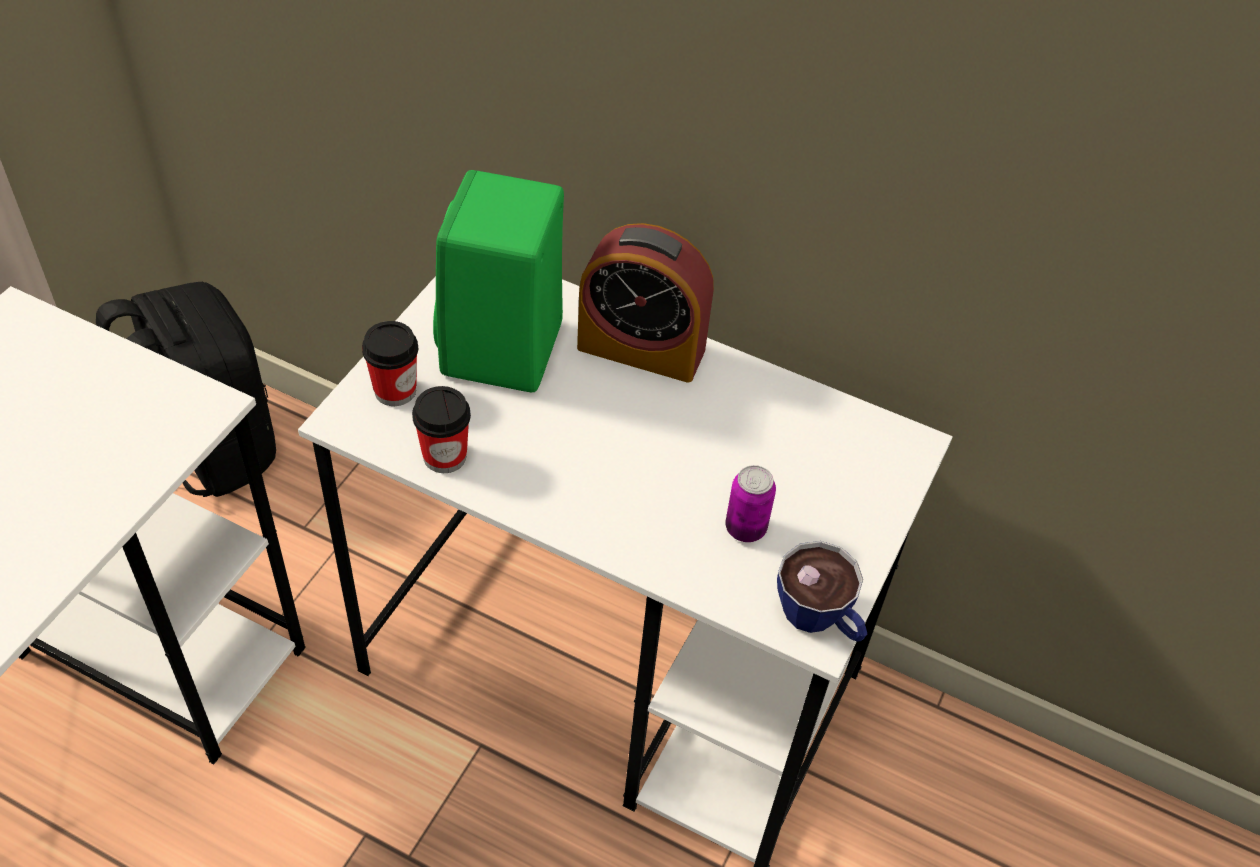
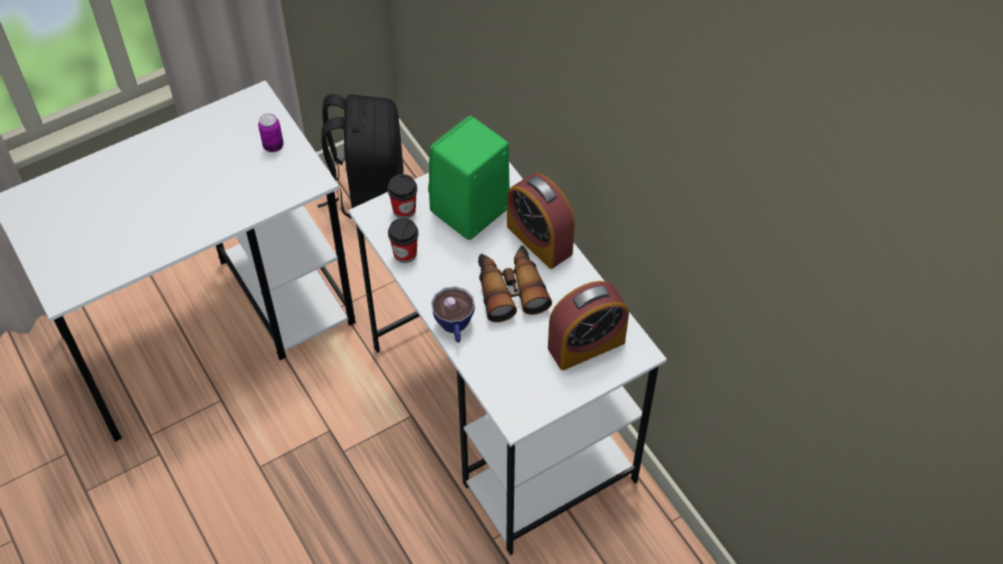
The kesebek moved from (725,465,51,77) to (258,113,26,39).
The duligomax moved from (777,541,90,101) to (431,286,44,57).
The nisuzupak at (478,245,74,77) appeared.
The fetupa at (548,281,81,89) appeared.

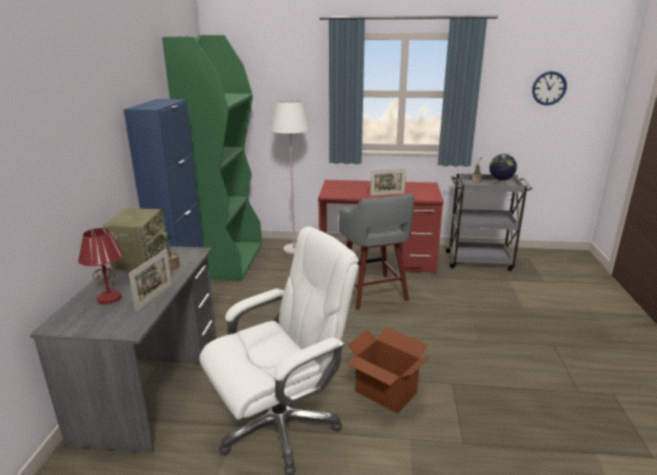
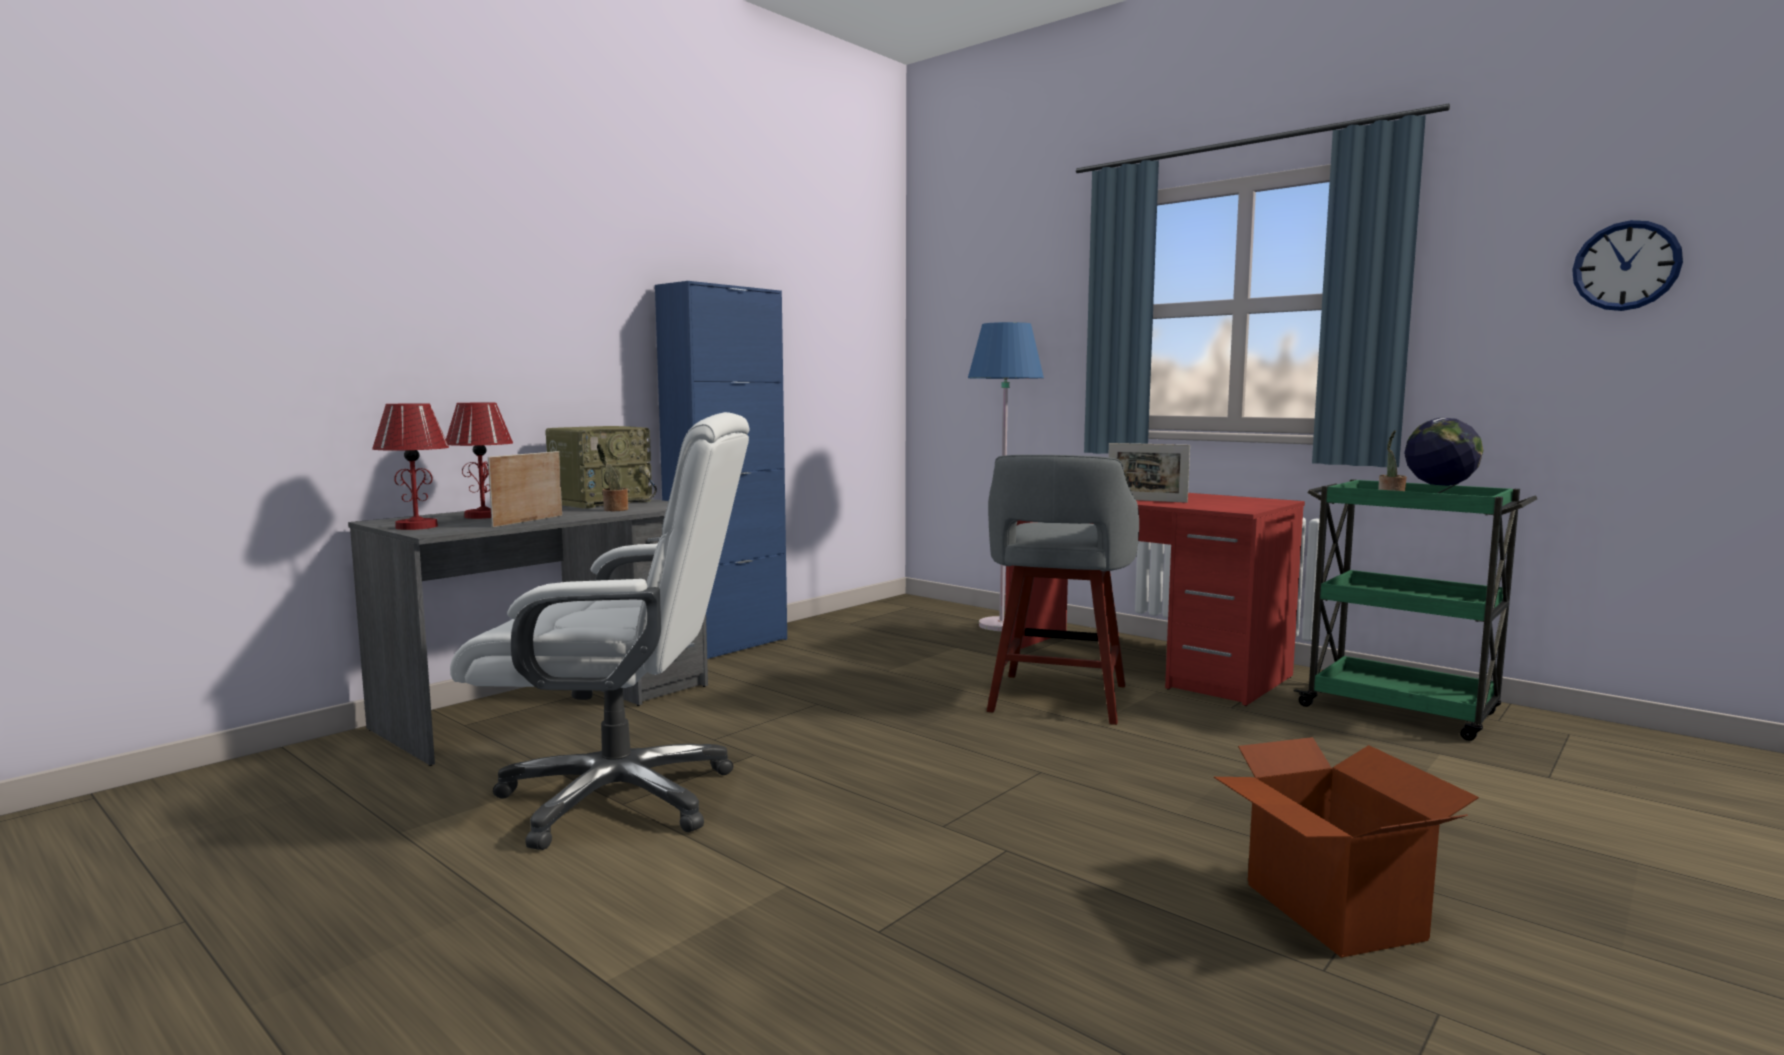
The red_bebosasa at (372,404,77,126) appeared.
The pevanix at (129,249,43,63) turned 150 degrees clockwise.
The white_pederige at (271,100,39,154) became the blue_pederige at (968,322,76,309).
The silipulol moved from (345,327,86,87) to (1214,737,265,221).
The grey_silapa at (444,173,89,98) became the green_silapa at (1293,479,244,262).
The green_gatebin at (162,35,100,246) disappeared.

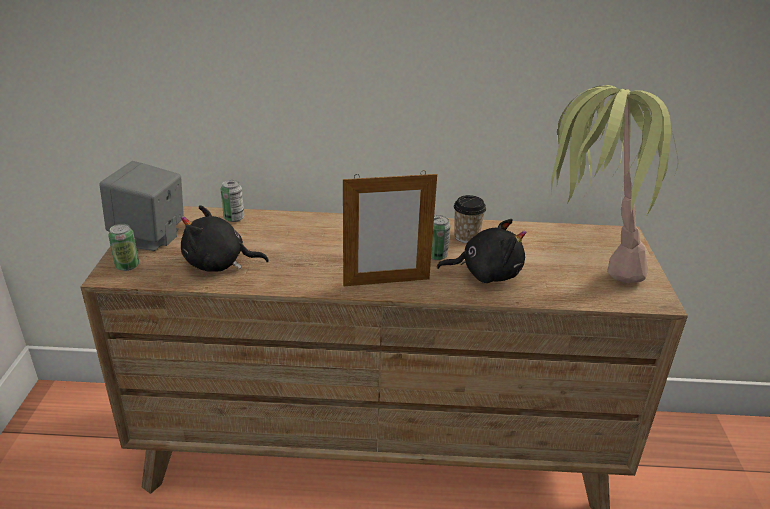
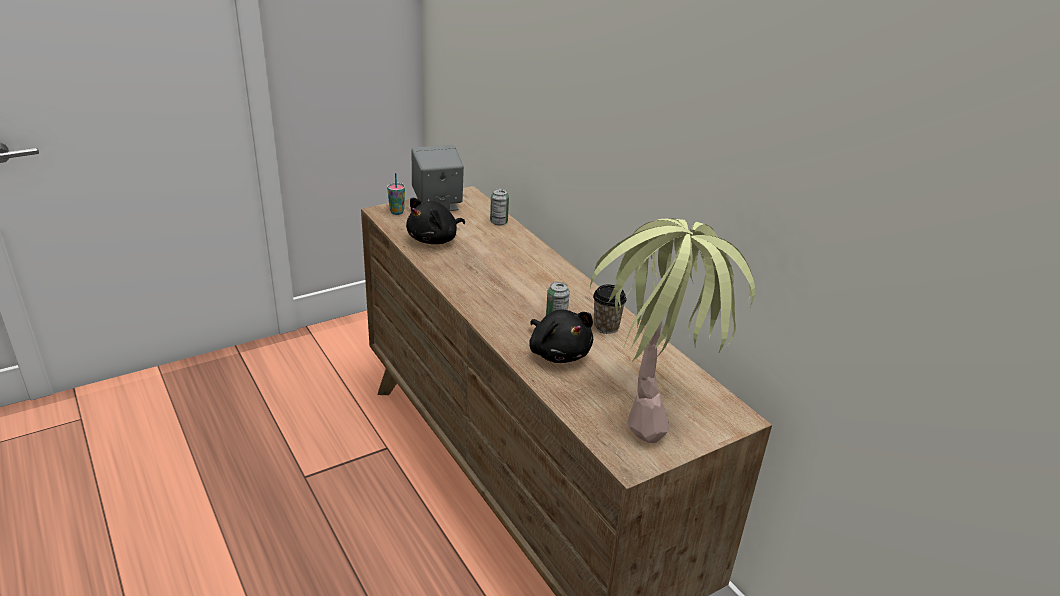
The kesebek at (108,224,31,47) was replaced by the duligomax at (387,173,18,42).
The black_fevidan at (181,205,88,67) turned 105 degrees counterclockwise.
The pevanix at (343,170,94,116) disappeared.

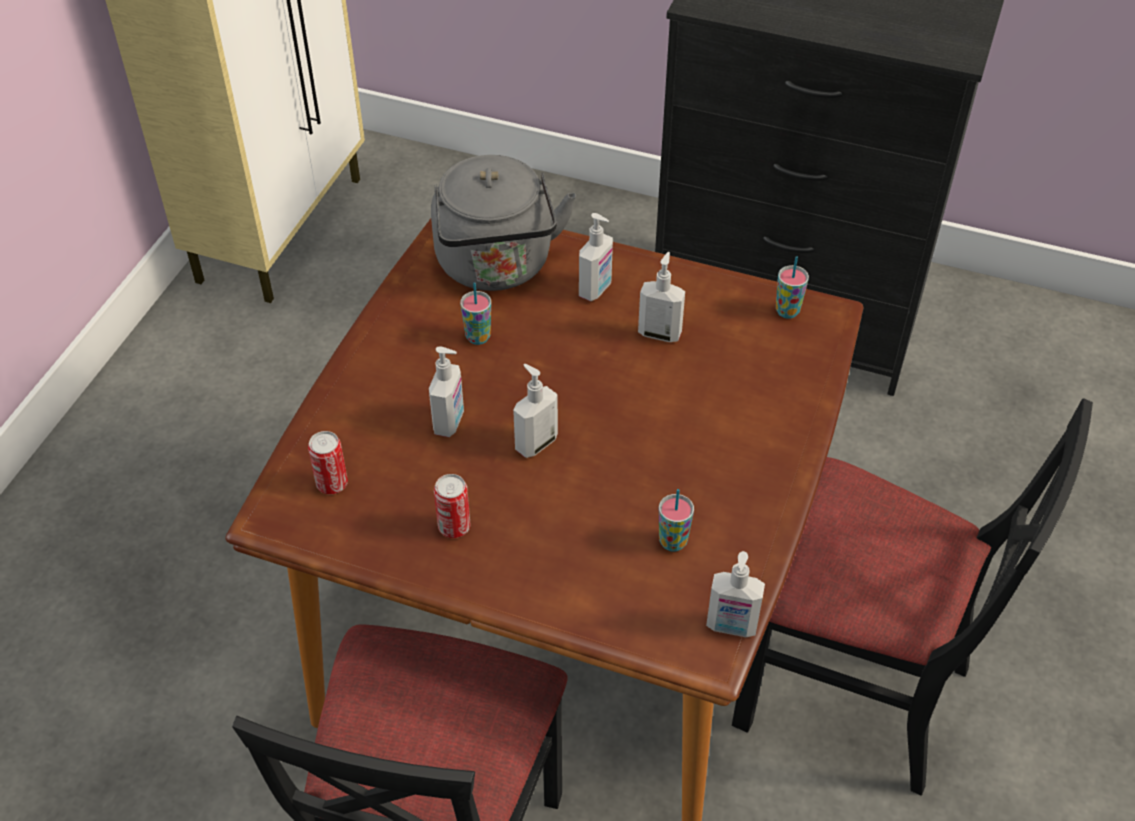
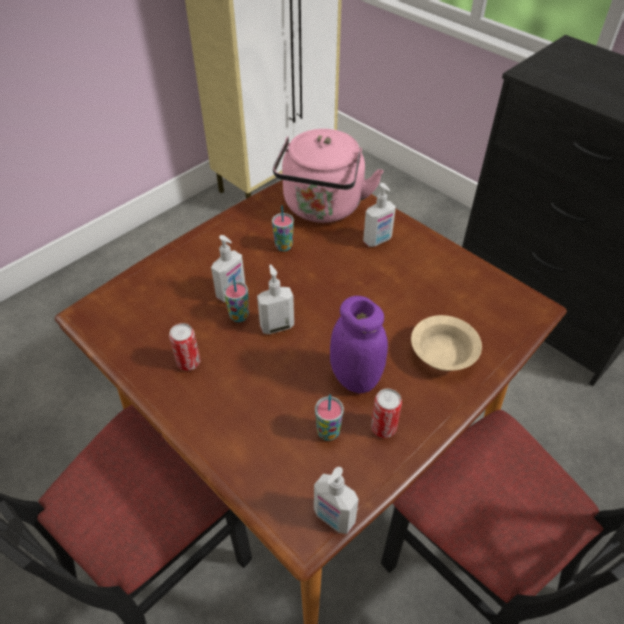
The duligomax moved from (776,256,33,63) to (223,275,26,47).
The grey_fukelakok at (431,155,145,136) became the pink_fukelakok at (273,129,111,94).
The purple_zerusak at (330,296,58,97) appeared.
The kesebek moved from (308,431,40,63) to (371,388,31,50).
The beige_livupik at (411,315,71,56) appeared.
The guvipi at (638,252,47,90) disappeared.

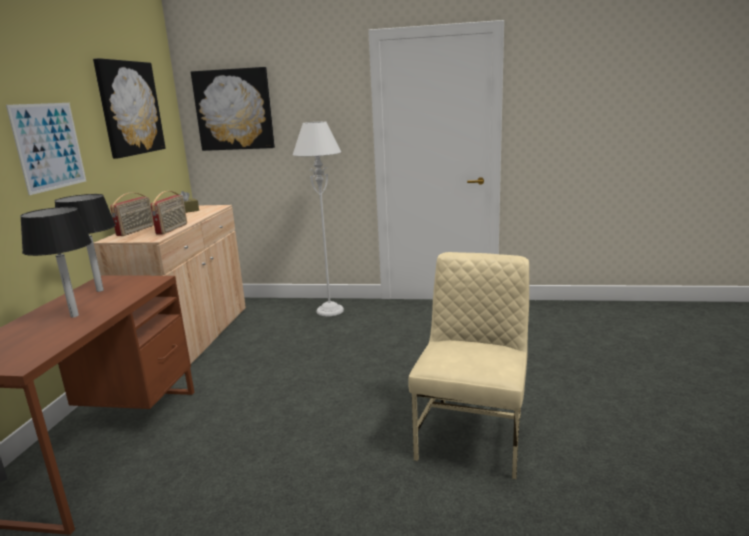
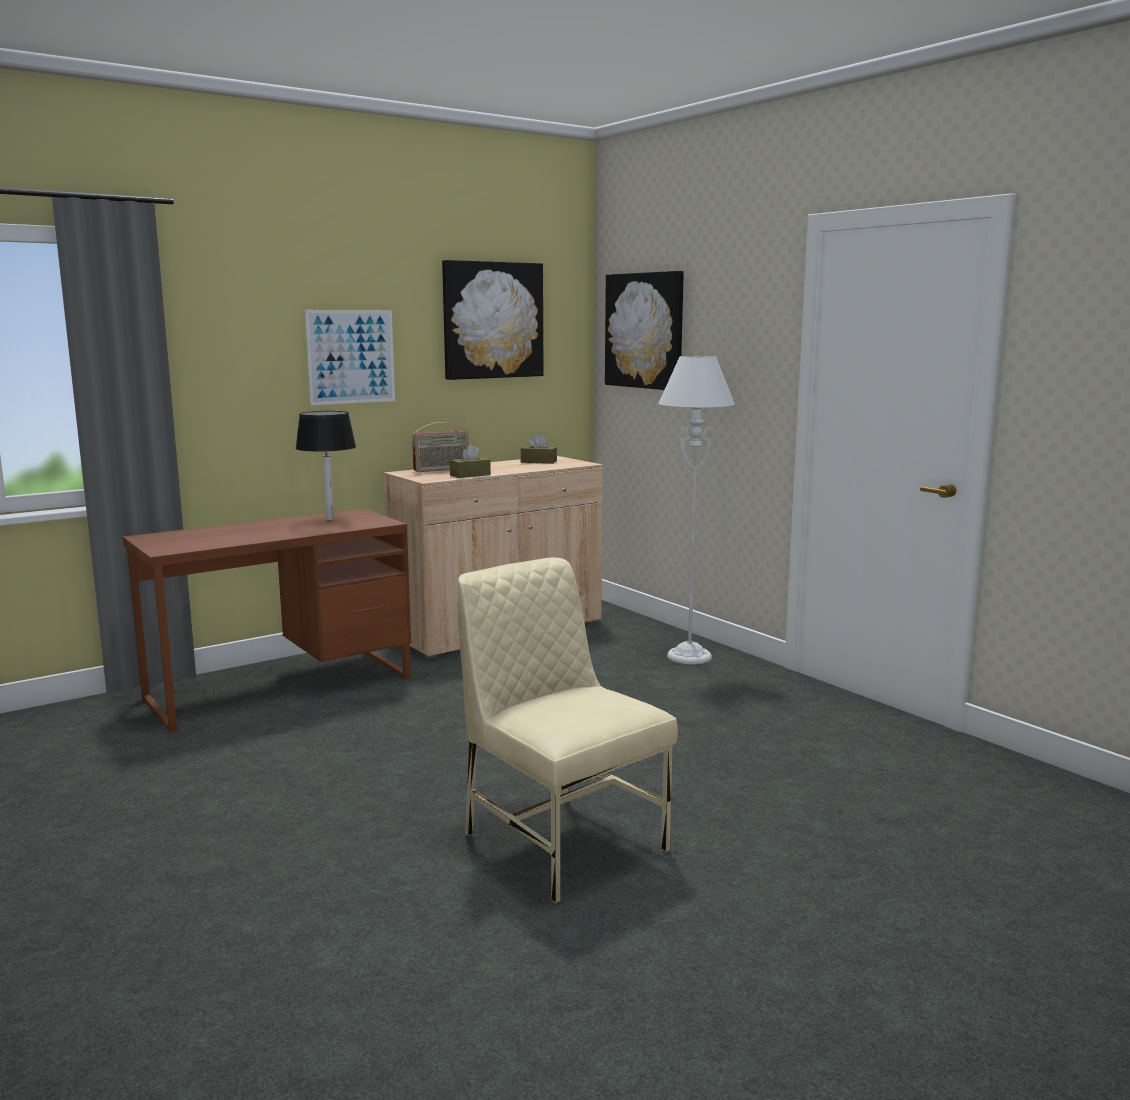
The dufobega at (150,191,37,44) was replaced by the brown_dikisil at (450,444,41,34).
The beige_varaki at (408,252,121,227) turned 105 degrees counterclockwise.
The black_bebosasa at (20,207,72,111) disappeared.

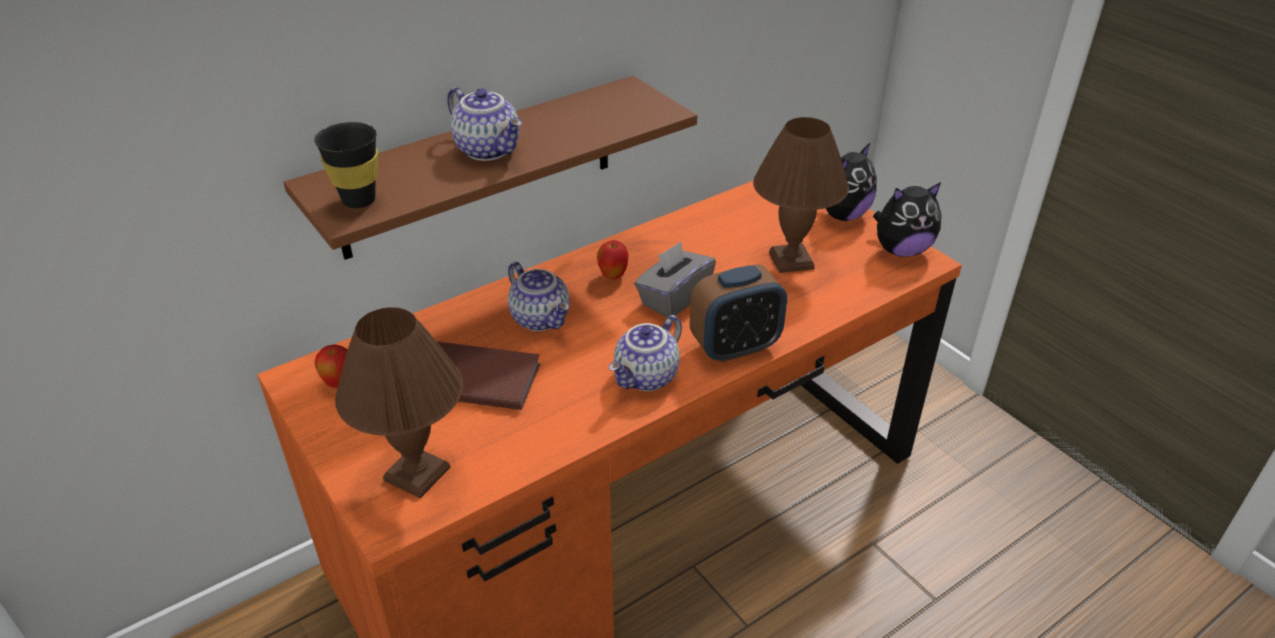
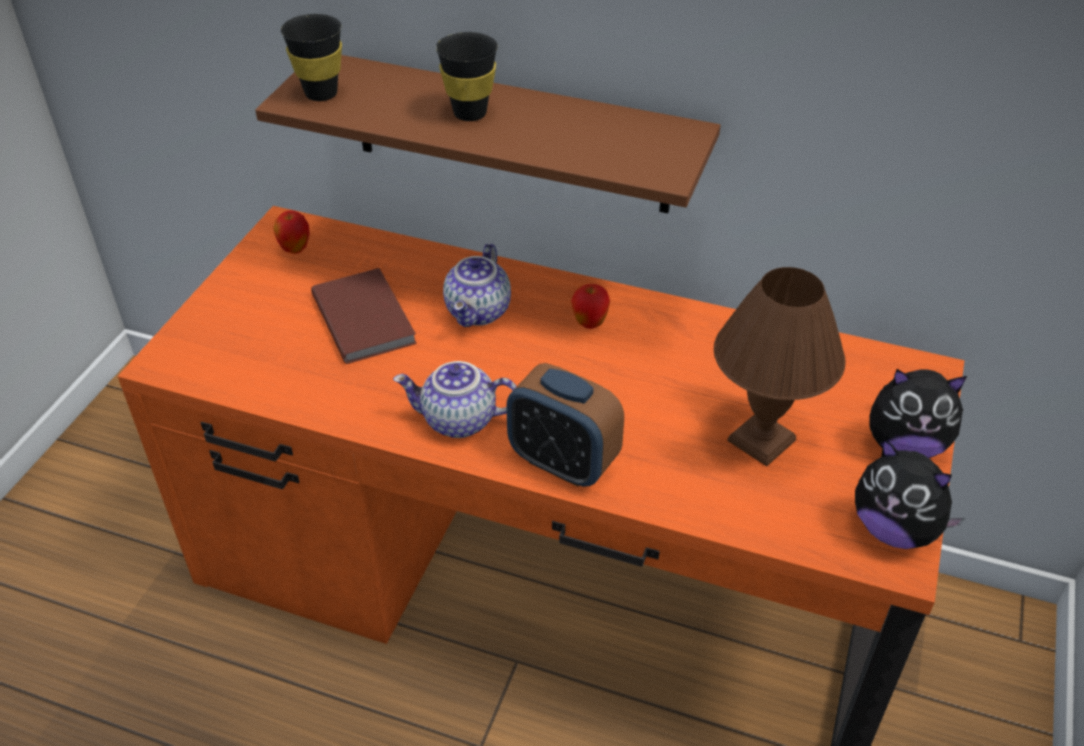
The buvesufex at (447,87,75,74) was replaced by the black_duligomax at (436,32,62,89).
The brown_bebosasa at (335,307,128,191) disappeared.
The grey_dikisil at (634,241,82,76) disappeared.

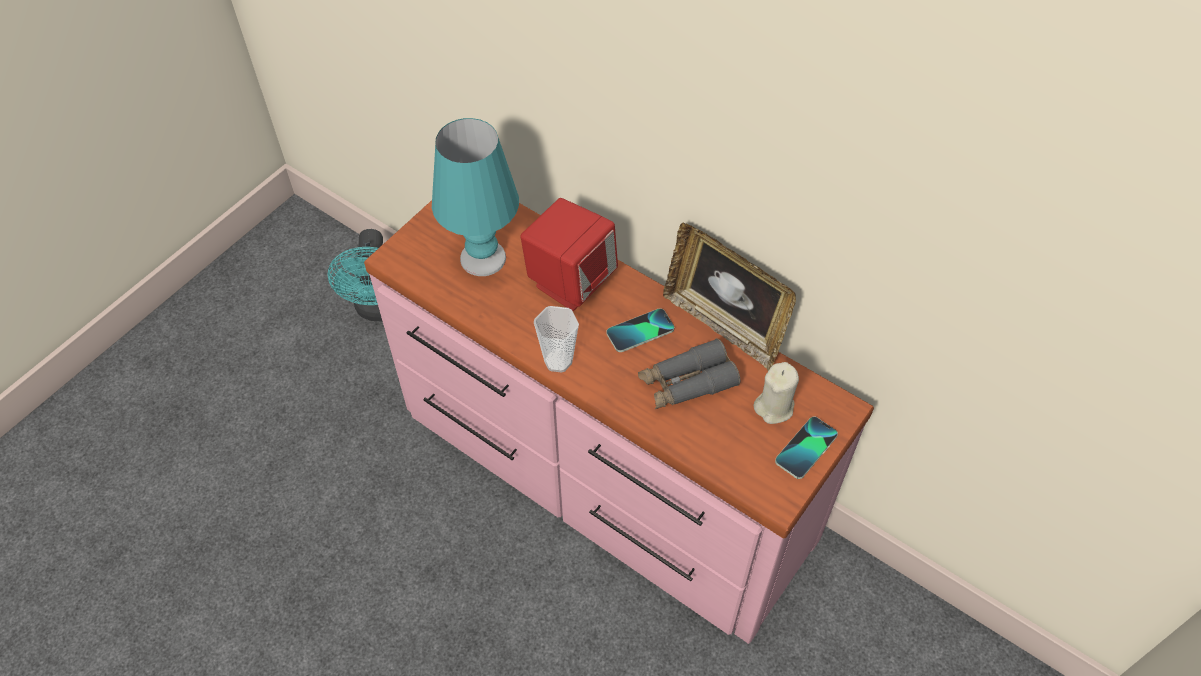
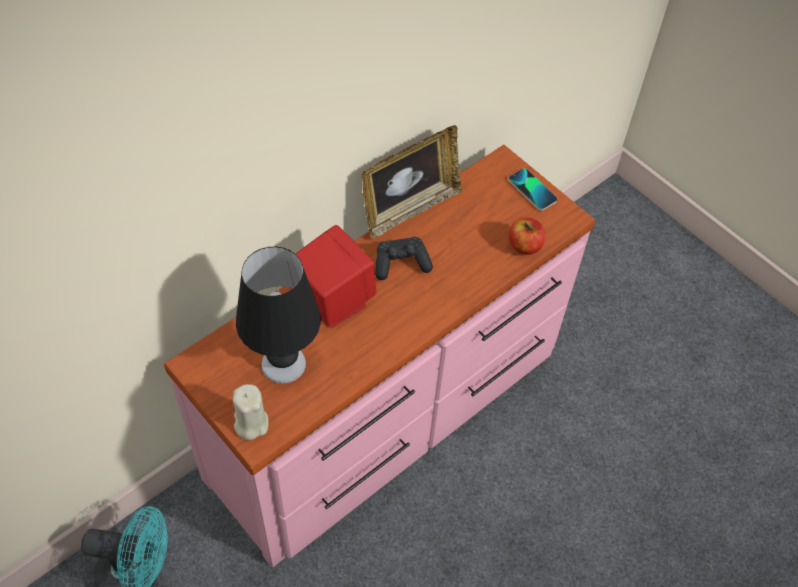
The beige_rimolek moved from (753,362,46,62) to (233,384,36,56).
The turquoise_bebosasa at (432,118,87,158) became the black_bebosasa at (236,247,85,136).
The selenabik at (606,308,68,44) was replaced by the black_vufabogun at (375,236,58,44).
The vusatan at (509,217,36,38) appeared.
The duligomax at (534,306,45,66) disappeared.
The grey_nisuzupak at (638,338,102,71) disappeared.

